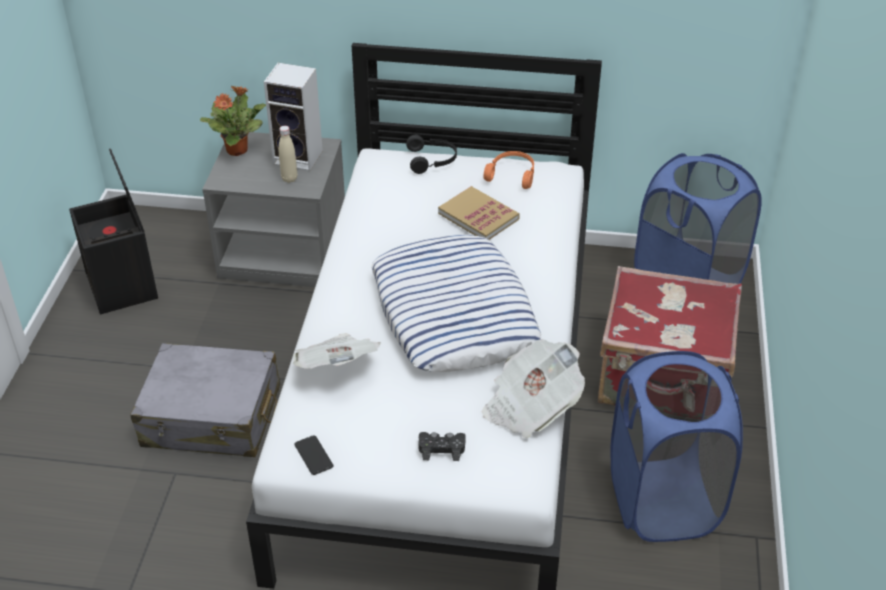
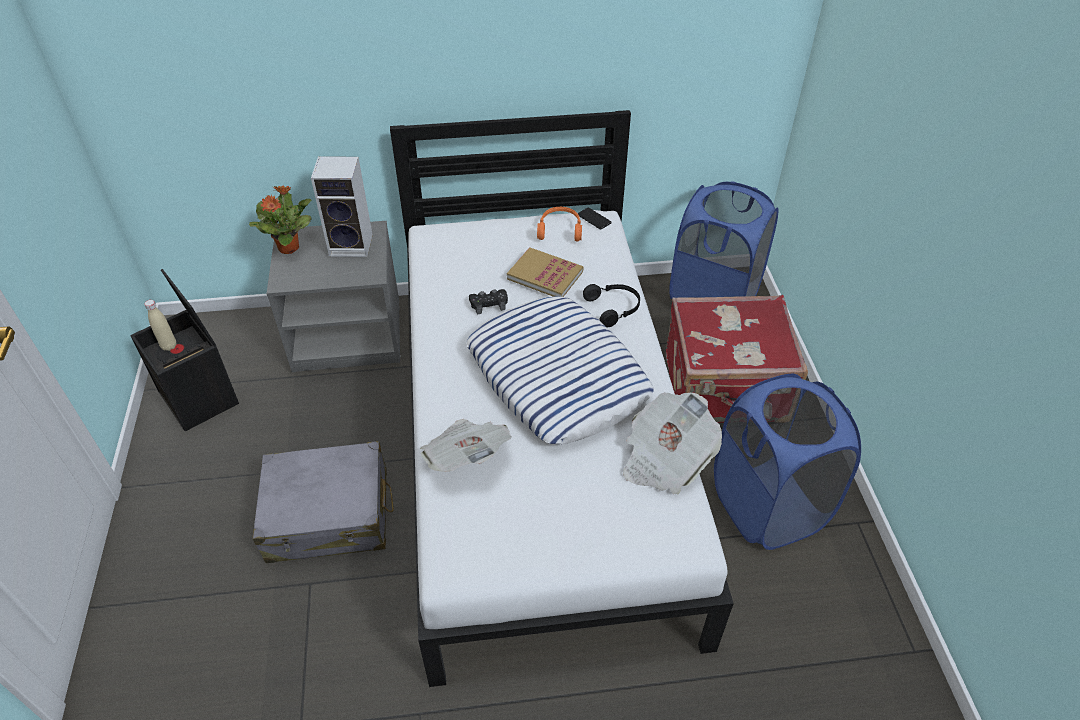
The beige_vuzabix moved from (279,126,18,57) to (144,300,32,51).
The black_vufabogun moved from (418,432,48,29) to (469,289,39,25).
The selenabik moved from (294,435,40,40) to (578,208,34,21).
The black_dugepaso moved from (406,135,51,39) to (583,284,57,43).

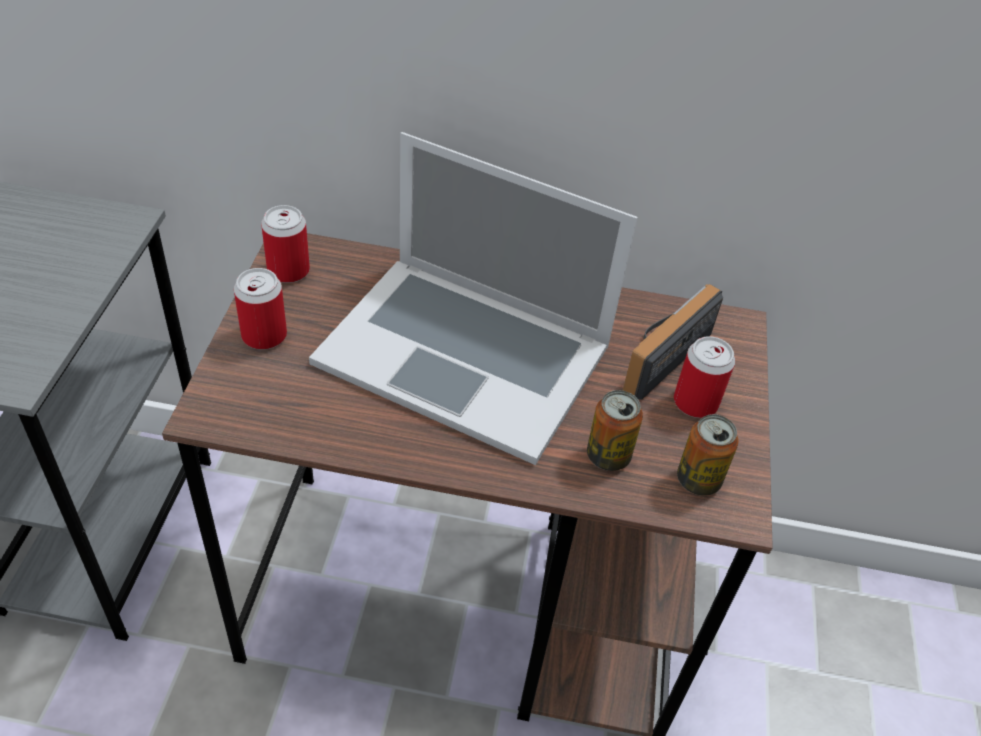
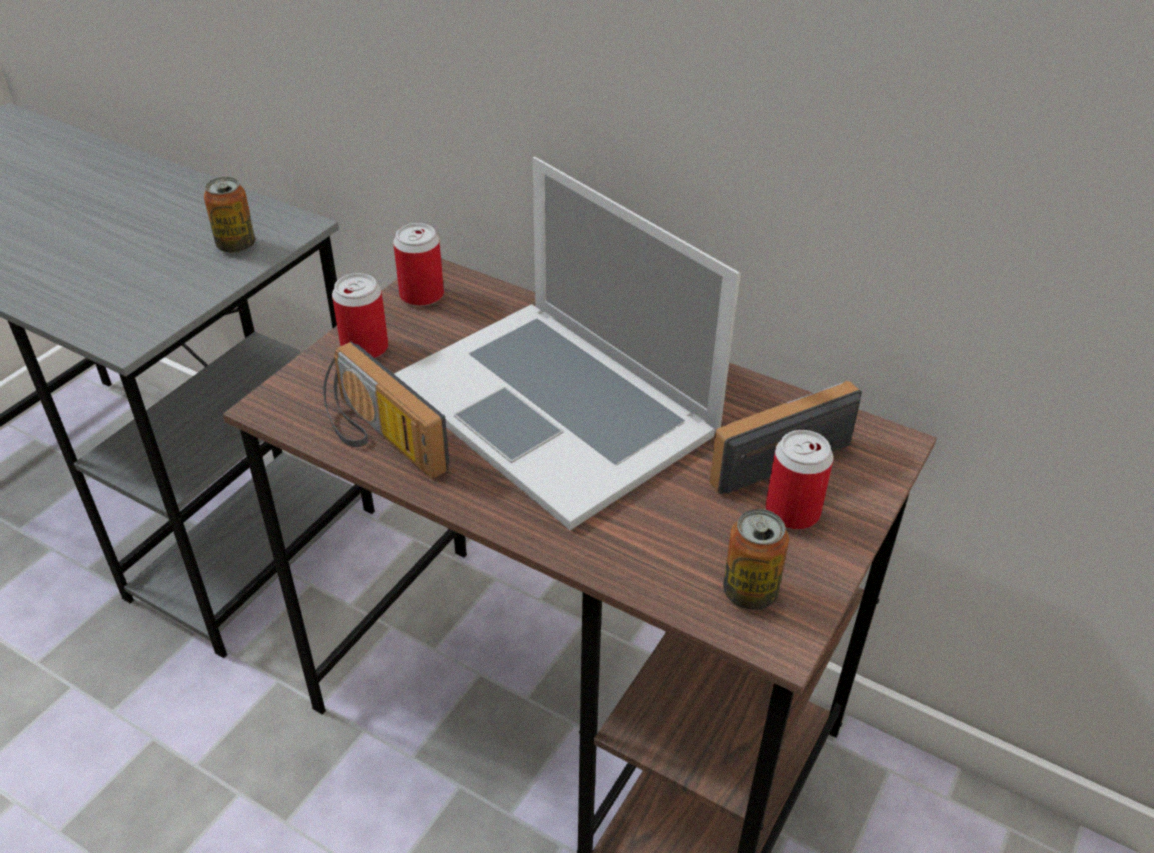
The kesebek moved from (587,390,56,81) to (204,177,51,76).
The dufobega at (323,342,126,137) appeared.

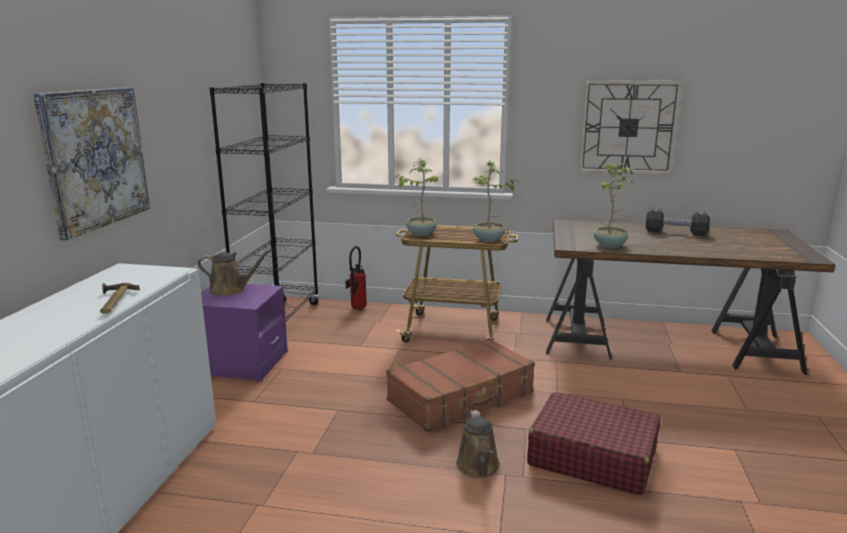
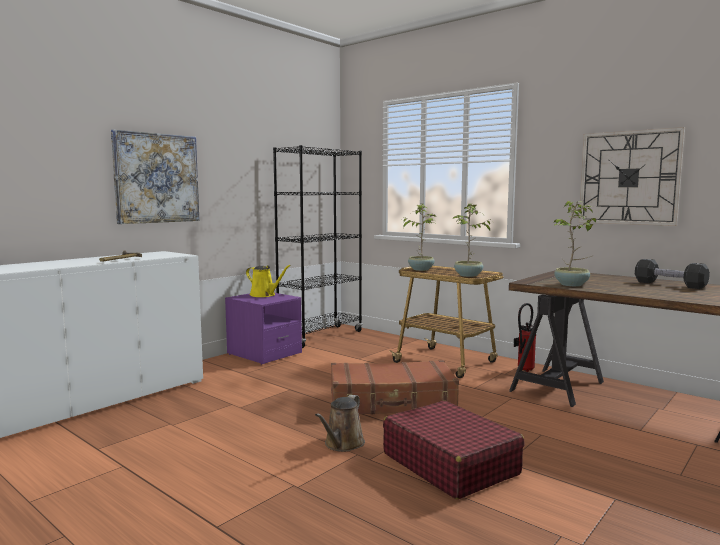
The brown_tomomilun at (198,249,74,47) became the yellow_tomomilun at (246,265,45,32).
The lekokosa moved from (345,246,22,64) to (514,303,22,69).

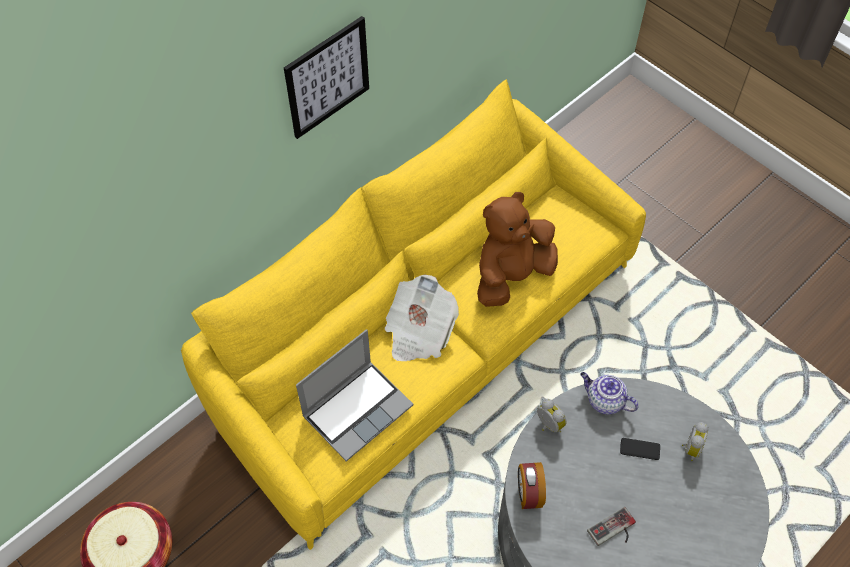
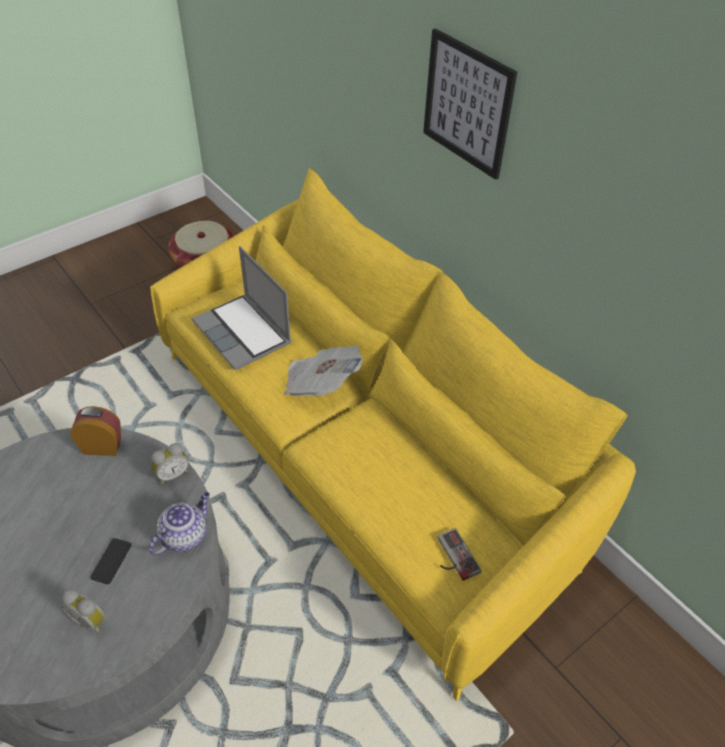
The vufabogun moved from (587,507,49,39) to (437,528,45,53).
The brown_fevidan at (477,192,81,115) disappeared.

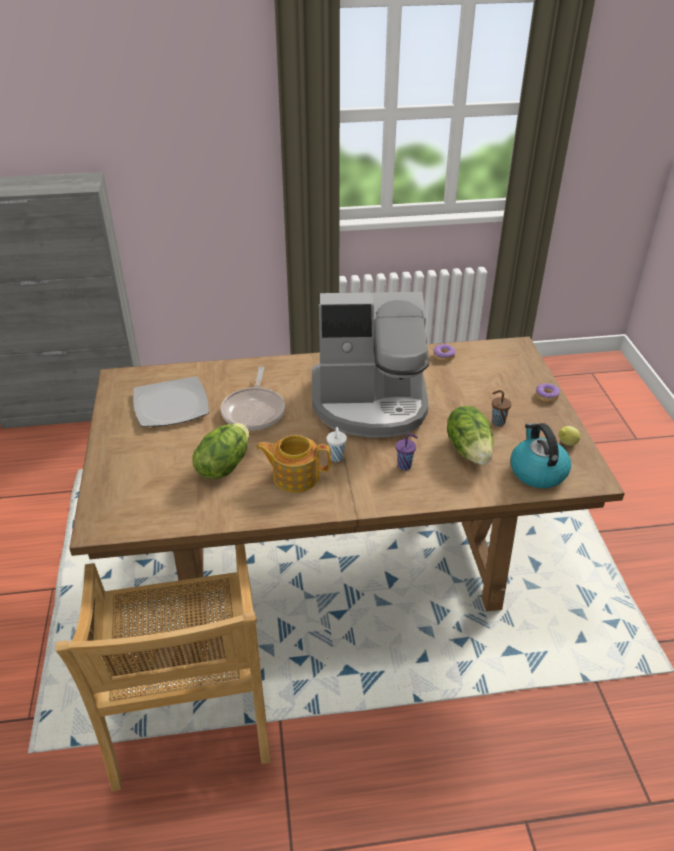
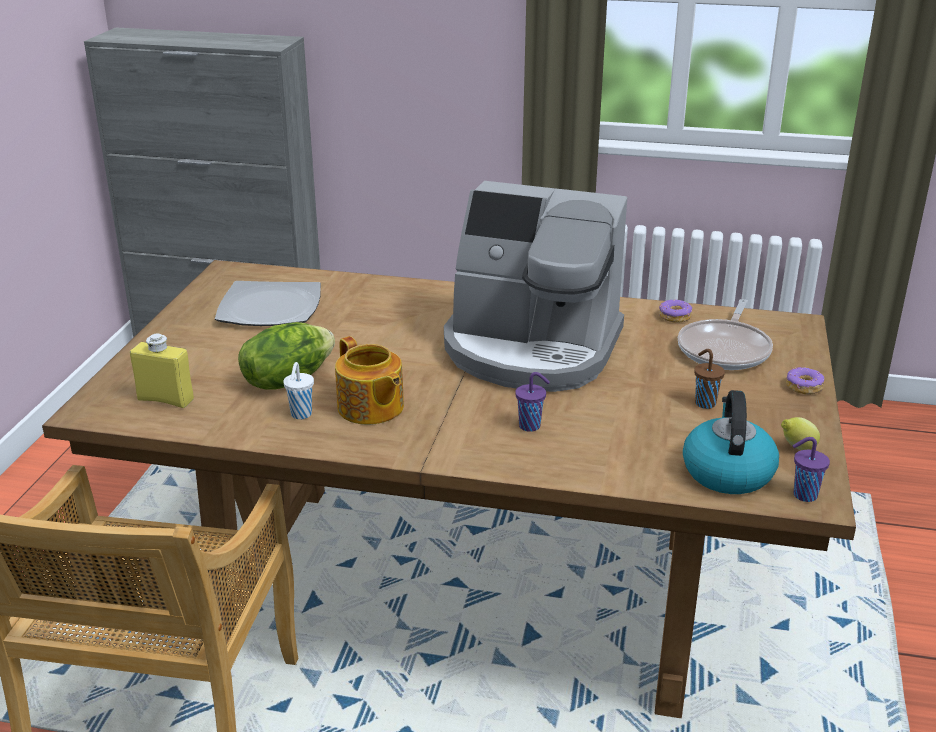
The yellow_vuzabix at (130,334,64,74) appeared.
The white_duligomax moved from (327,427,20,35) to (283,362,31,57).
The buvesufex at (256,435,75,58) turned 150 degrees counterclockwise.
The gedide moved from (221,366,64,64) to (678,299,95,71).
The purple_duligomax at (793,437,37,65) appeared.
The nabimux at (447,406,47,59) disappeared.

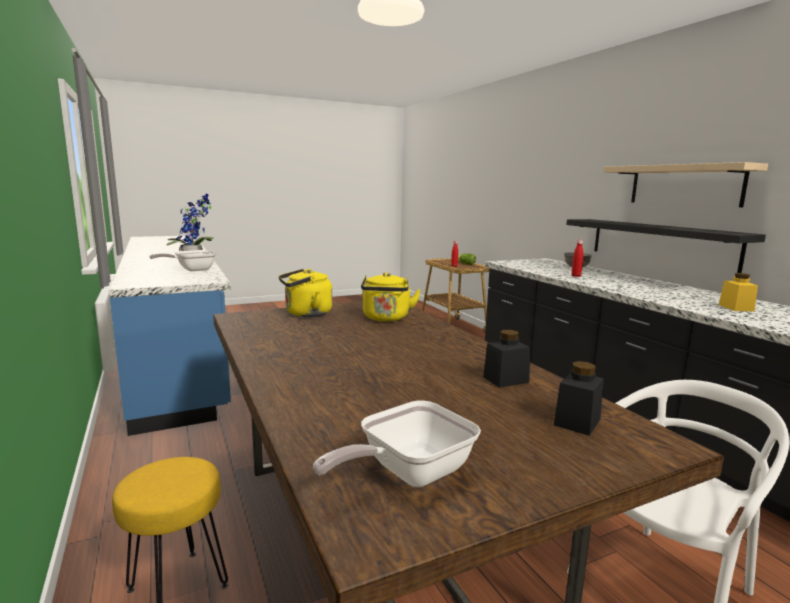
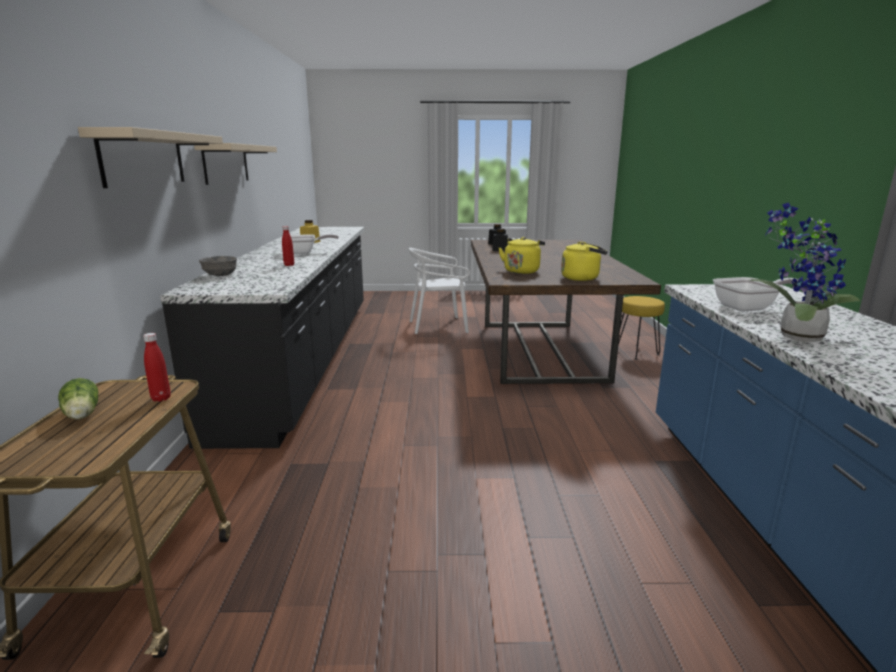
The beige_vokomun at (78,127,145,61) appeared.
The gedide moved from (313,400,168,87) to (290,234,49,20).
The black_vokomun at (566,219,200,54) disappeared.

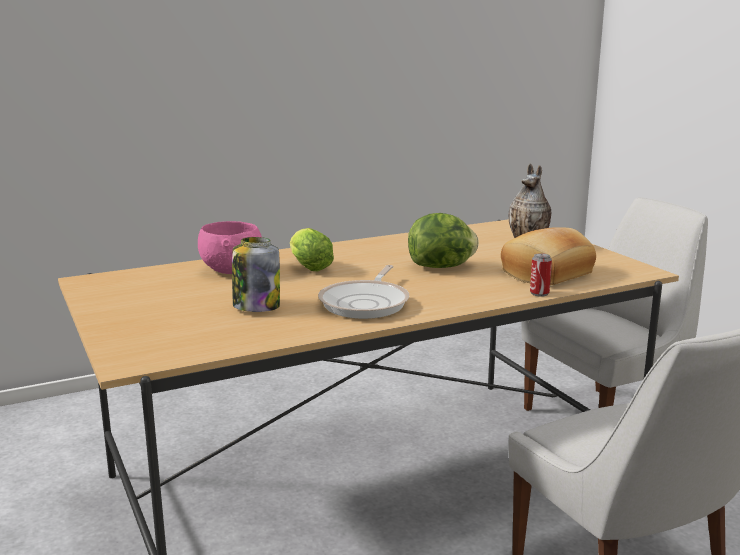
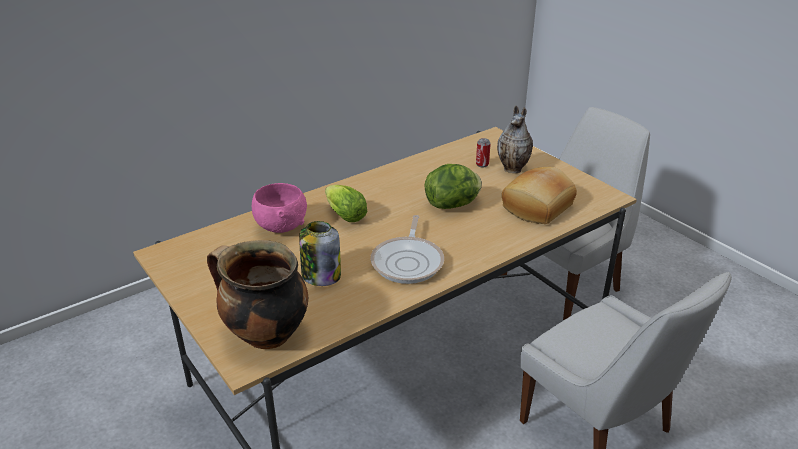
The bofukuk at (207,240,101,109) appeared.
The kesebek moved from (530,253,22,44) to (476,138,15,29).

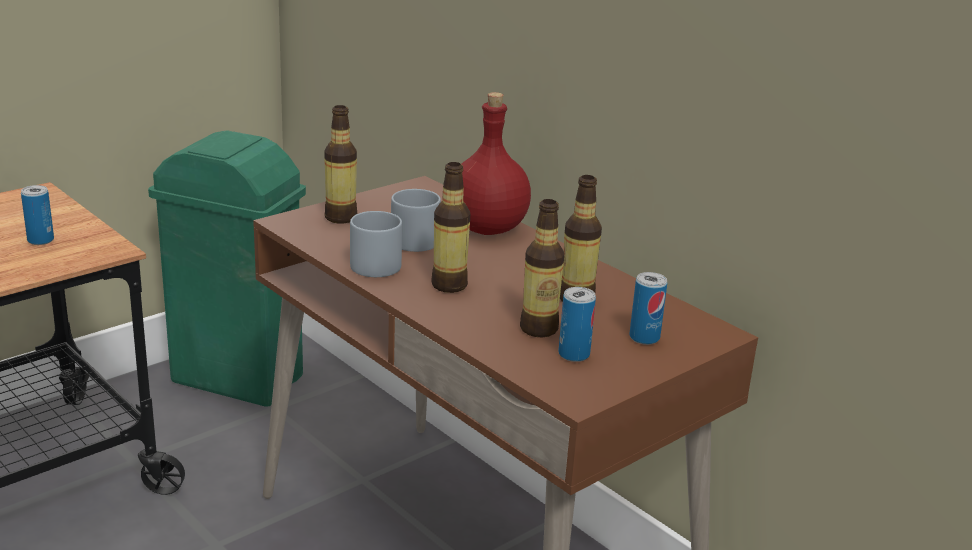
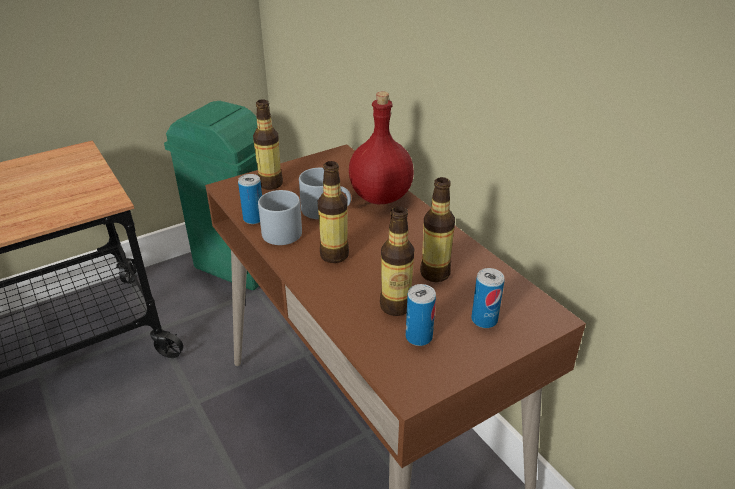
The kesebek moved from (21,185,33,60) to (238,174,24,50).

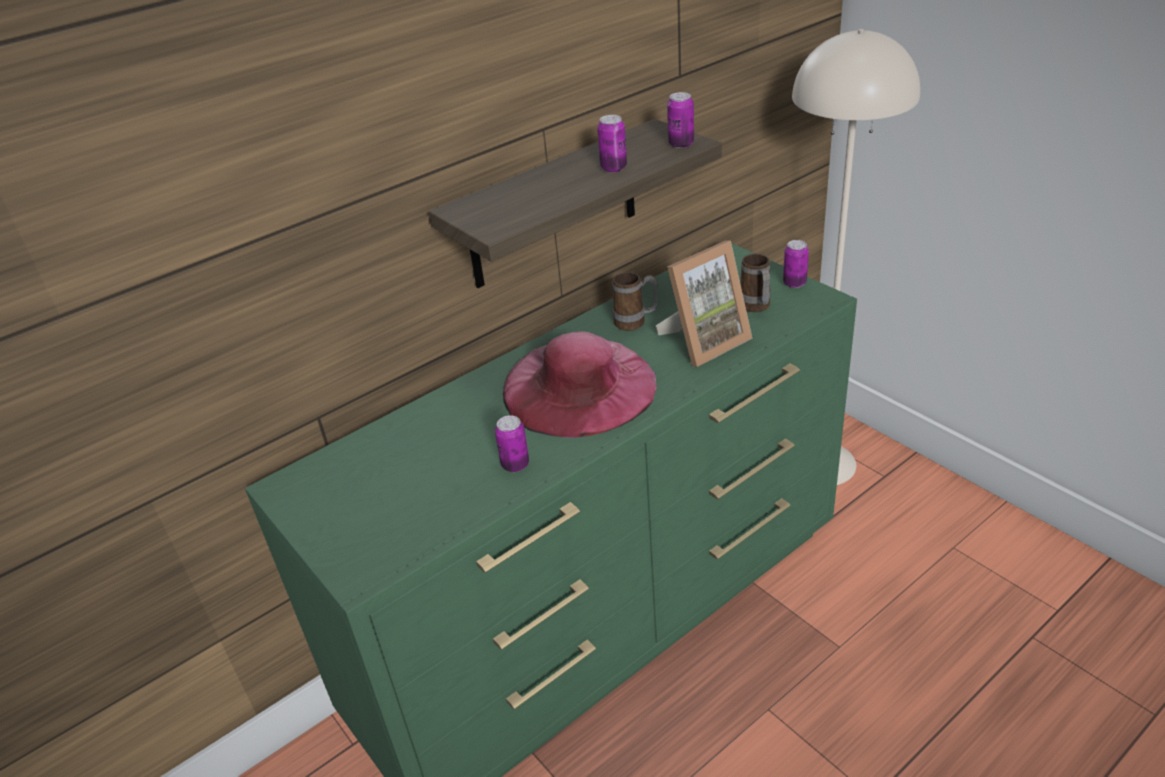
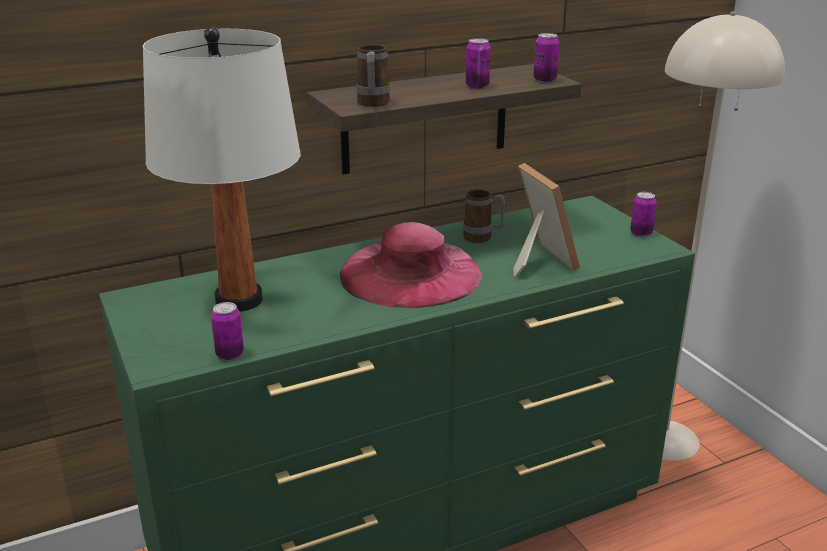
The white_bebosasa at (143,27,158,285) appeared.
The kesebek moved from (495,415,34,57) to (211,302,33,58).
The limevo moved from (740,254,31,58) to (357,45,33,62).
The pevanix at (656,240,96,127) turned 90 degrees counterclockwise.

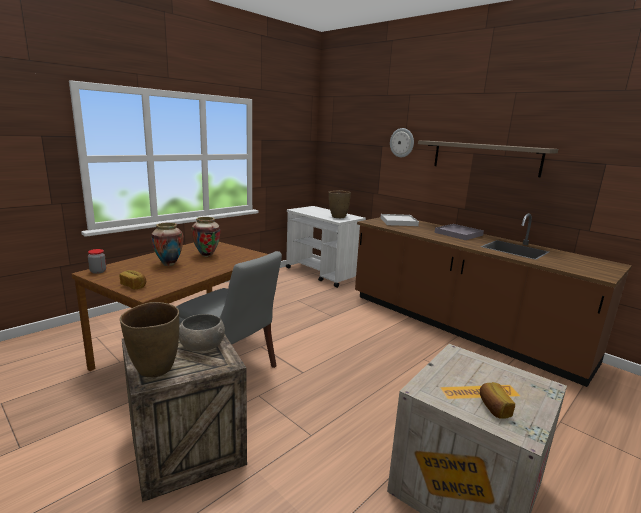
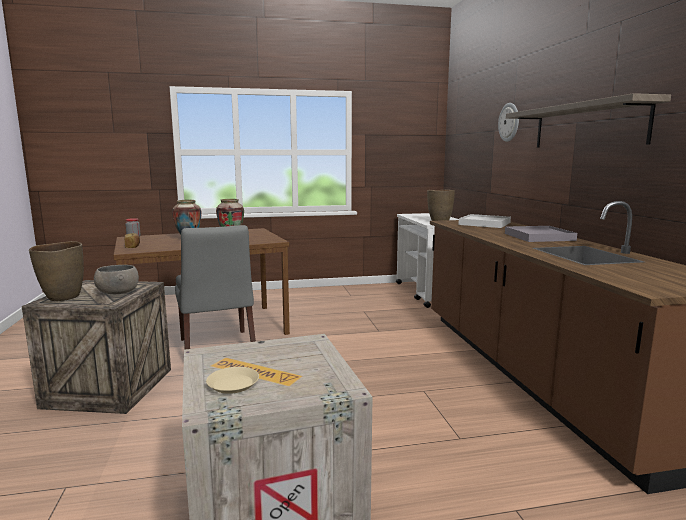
The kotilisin at (480,382,35,37) was replaced by the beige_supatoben at (206,367,53,27).

